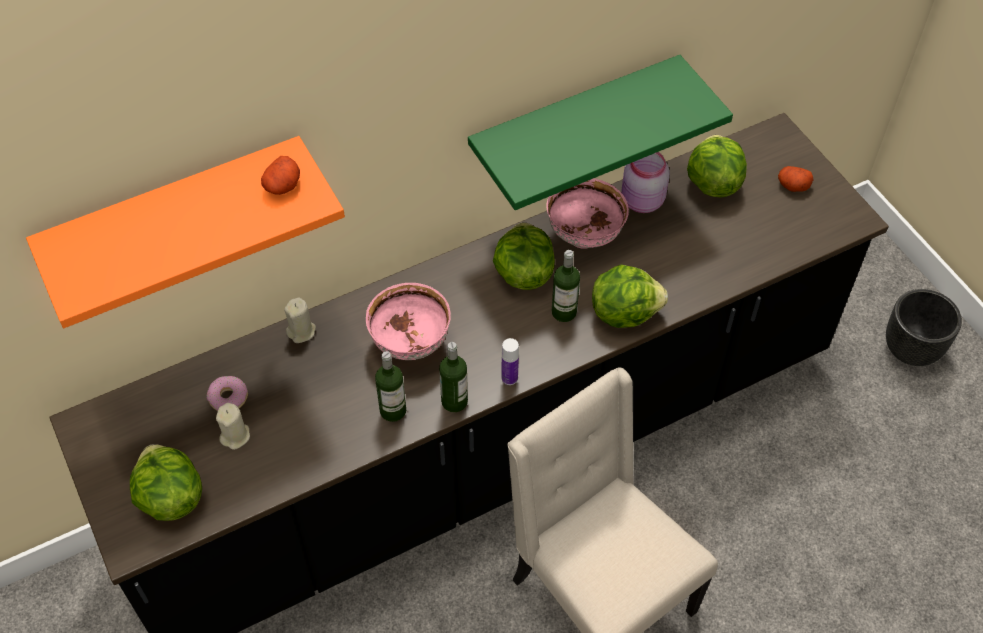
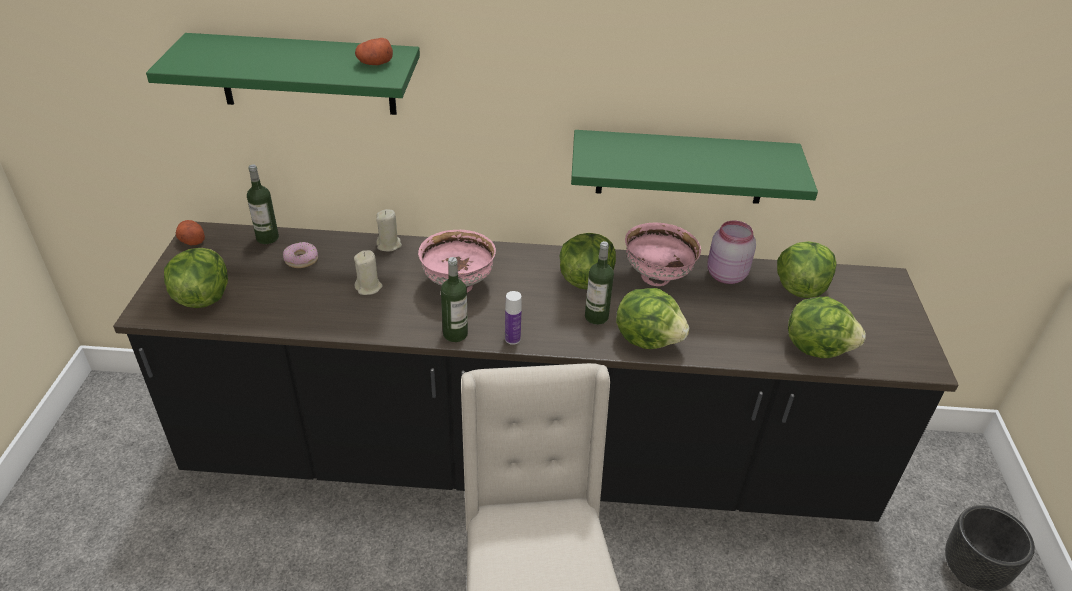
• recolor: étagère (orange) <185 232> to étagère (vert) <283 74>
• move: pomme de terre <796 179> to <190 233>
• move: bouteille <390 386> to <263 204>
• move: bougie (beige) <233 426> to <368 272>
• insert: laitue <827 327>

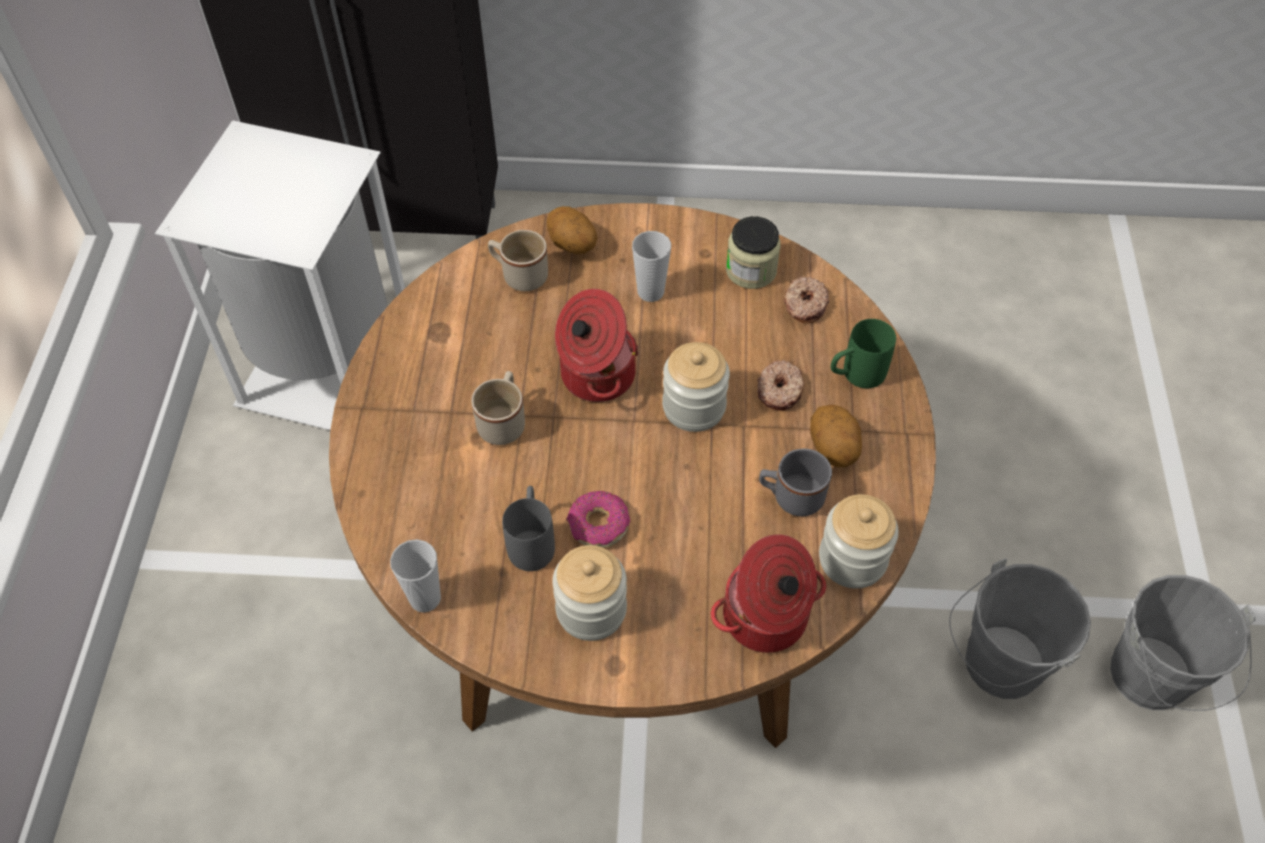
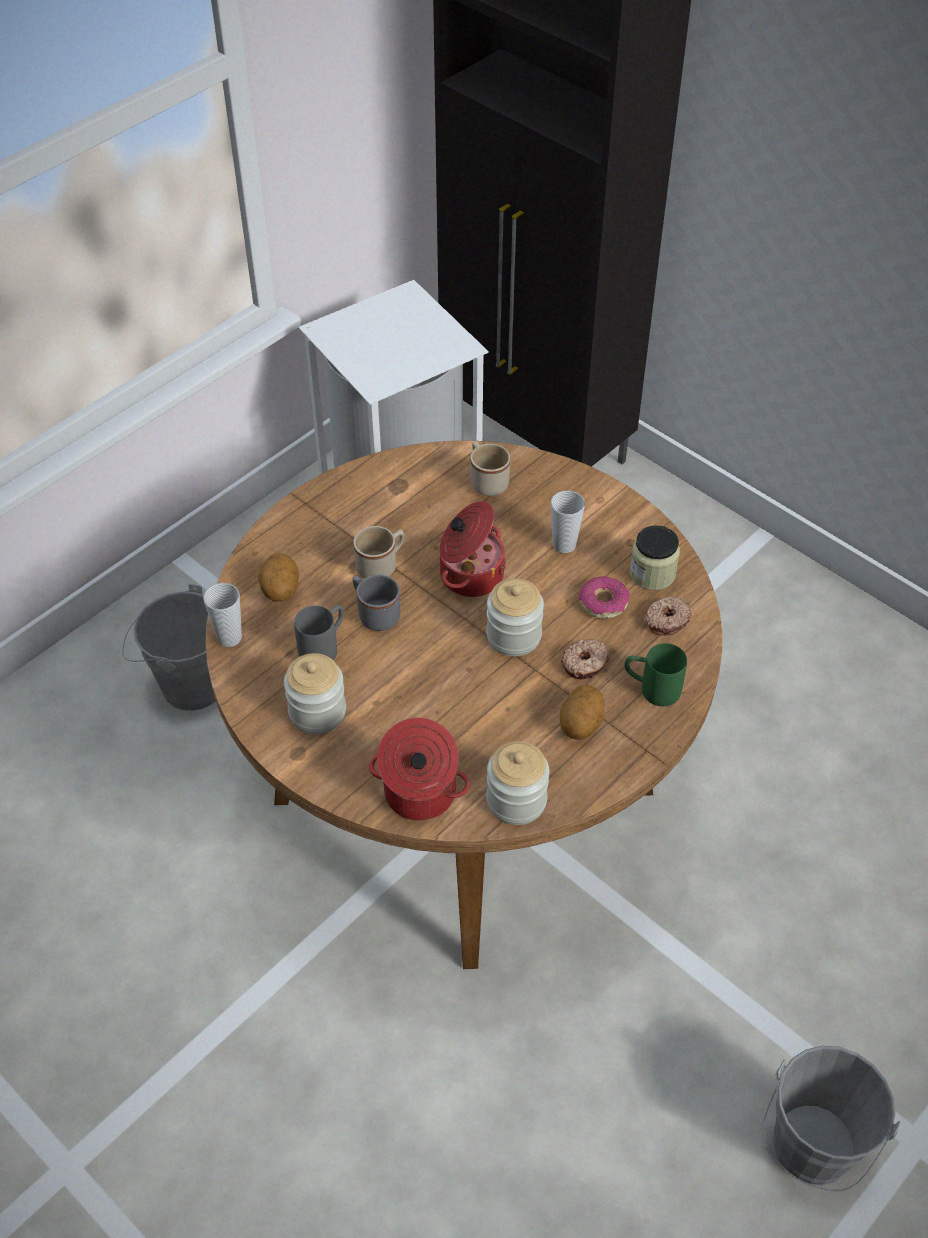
• move: pomme de terre <572 230> to <278 577>
• move: mug (gris) <795 482> to <376 603>
• move: beignet <599 519> to <604 597>
• move: seau (gris) <1020 628> to <169 647>

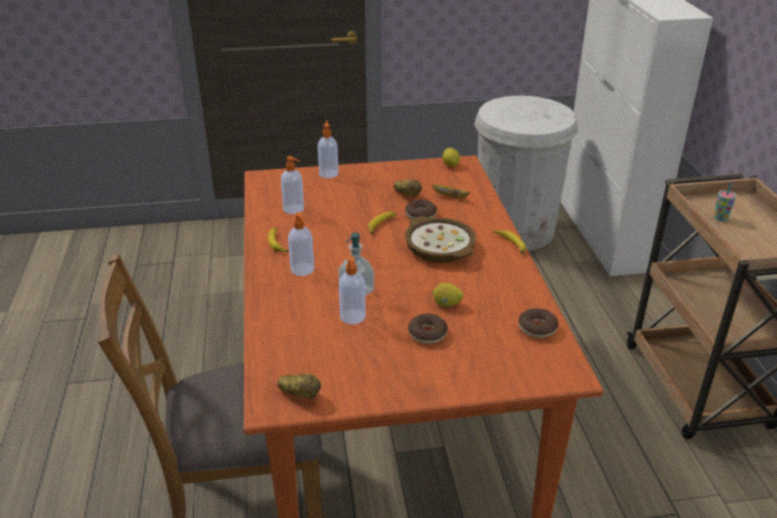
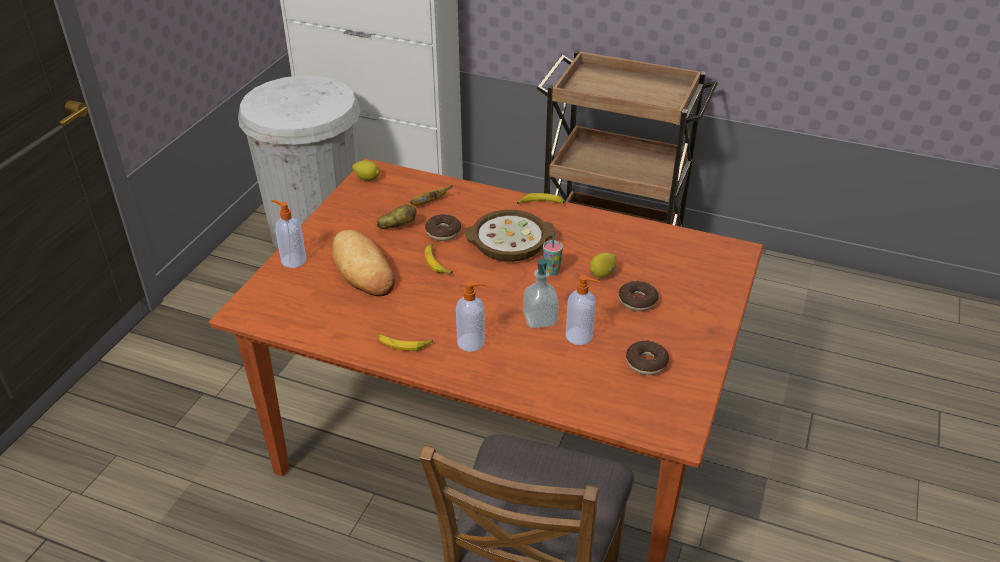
• delete: distributeur de savon <292 185>
• move: tasse <725 201> to <553 254>
• move: beignet <538 323> to <647 357>
• delete: pomme de terre <299 386>
• insert: pain <363 263>

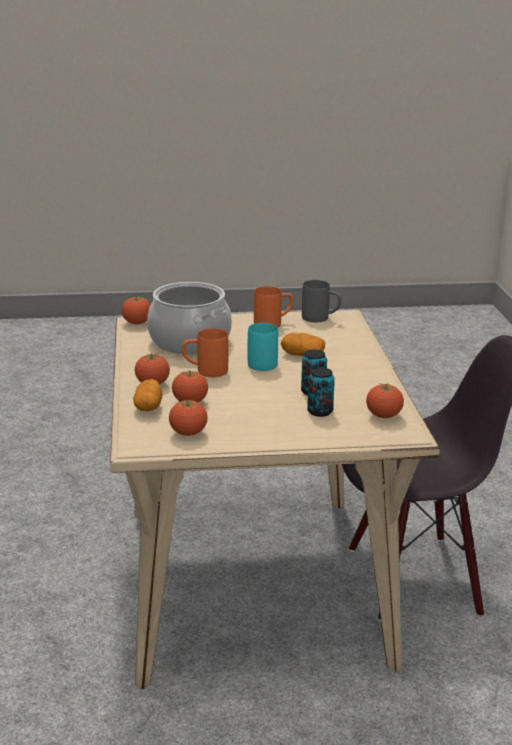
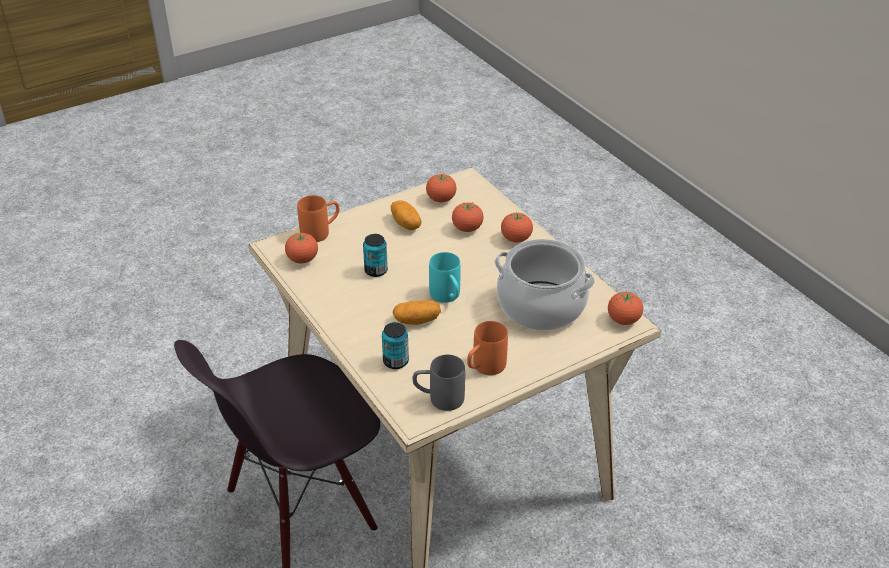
• move: mug (orange) <205 352> to <318 218>
• move: boîte métallique <321 392> to <395 345>
• move: pomme de terre <147 395> to <406 215>

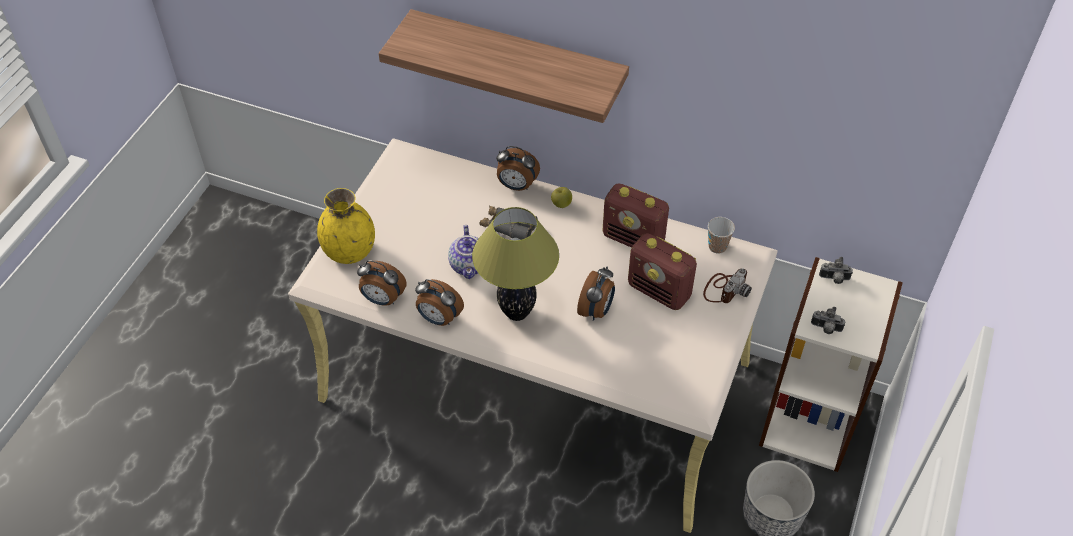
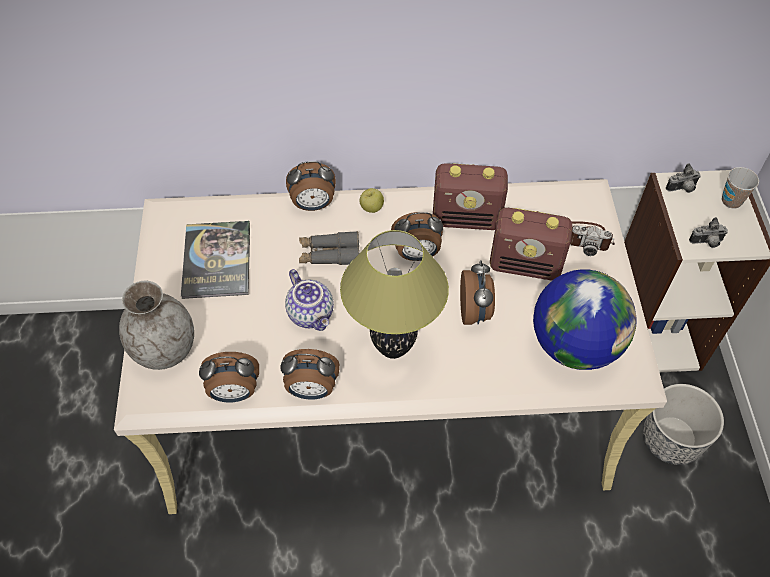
• delete: étagère <504 66>
• recolor: vase (jaune) <346 226> to vase (gris) <156 325>
• move: tasse <721 235> to <740 188>
• rotate: appareil photo <727 285> = <592 238> 90 degrees clockwise
• insert: réveil <417 236>
• insert: livre <215 260>
• insert: globe <585 319>

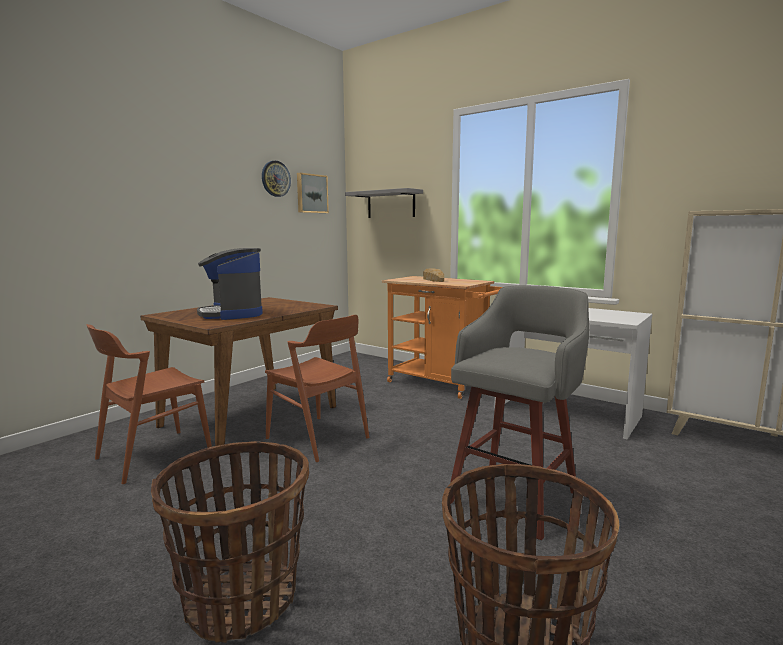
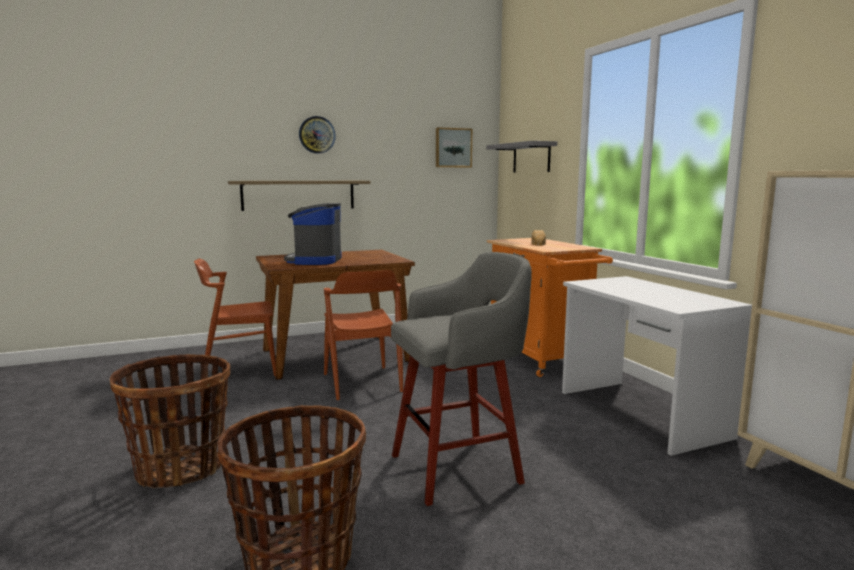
• move: horloge murale <276 179> to <317 135>
• insert: étagère <299 196>

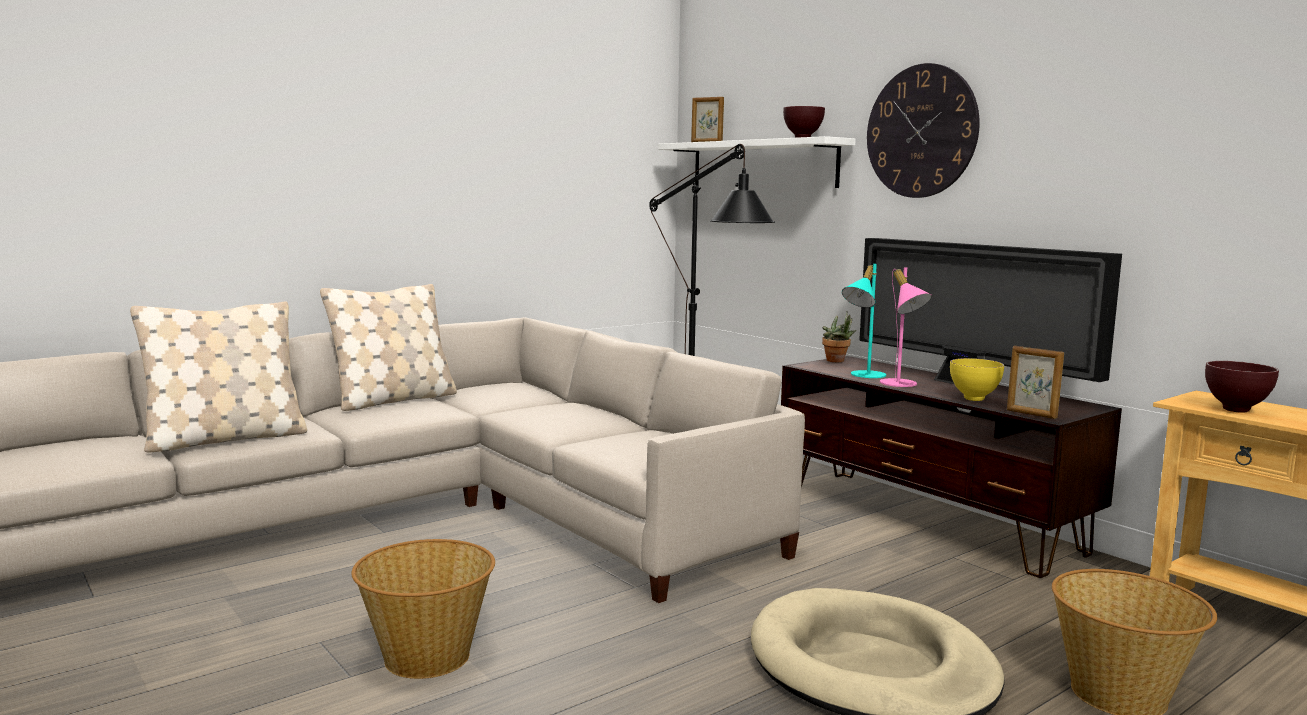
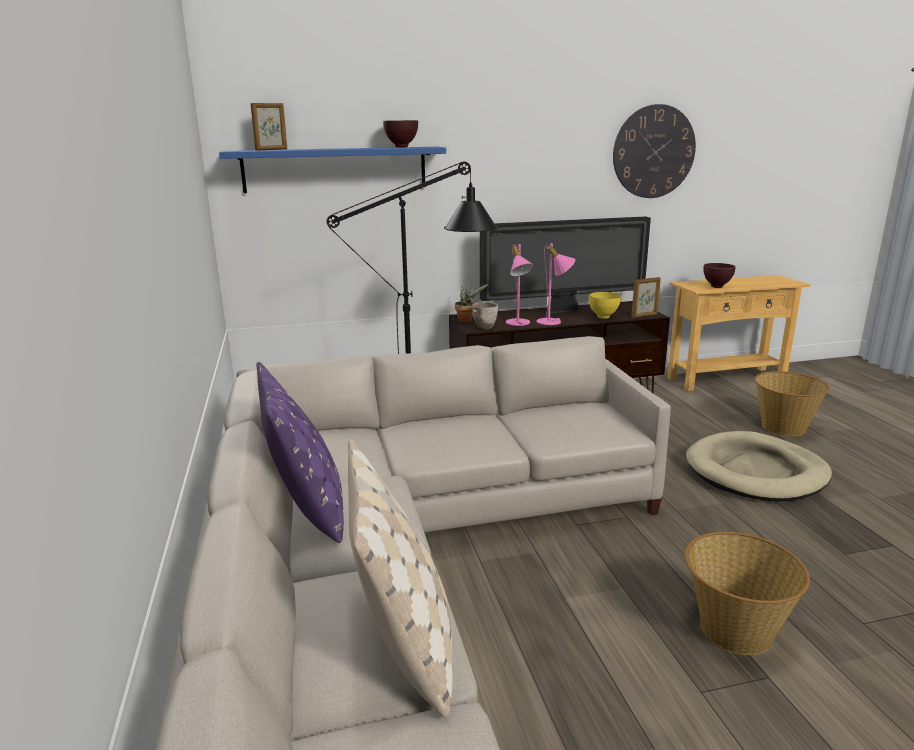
• move: horloge murale <923 130> to <654 151>
• recolor: étagère (blanc) <757 162> to étagère (bleu) <332 170>
• recolor: lampe de table (turquoise) <864 321> to lampe de table (rose) <520 285>
• recolor: coussin (beige) <388 347> to coussin (violet) <300 452>
• insert: bol <485 315>

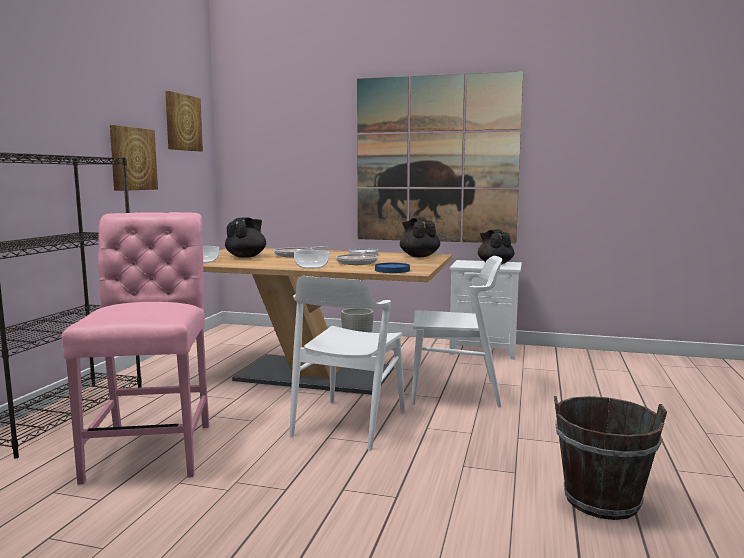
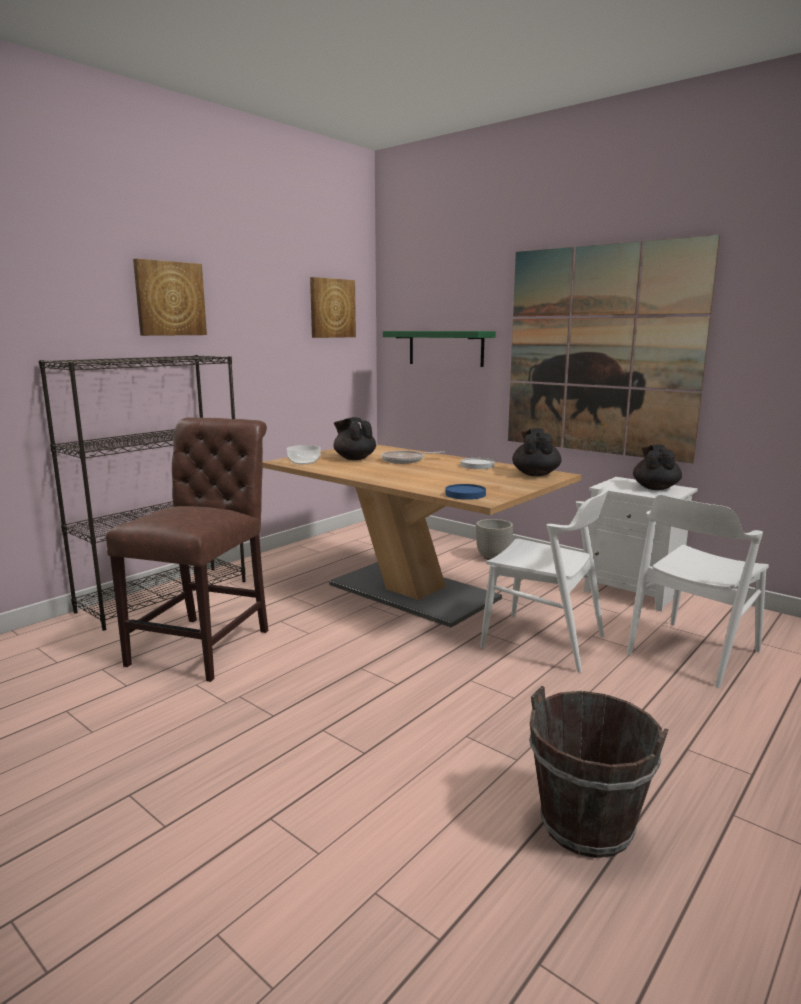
• move: tableau <134 158> to <170 297>
• recolor: chaise (rose) <135 348> to chaise (marron) <187 549>
• rotate: théière (noir) <245 238> = <354 438> 90 degrees counterclockwise
• delete: bol <311 259>
• delete: poêle <357 257>
• move: chaise (blanc) <347 363> to <698 591>
• insert: étagère (vert) <439 349>

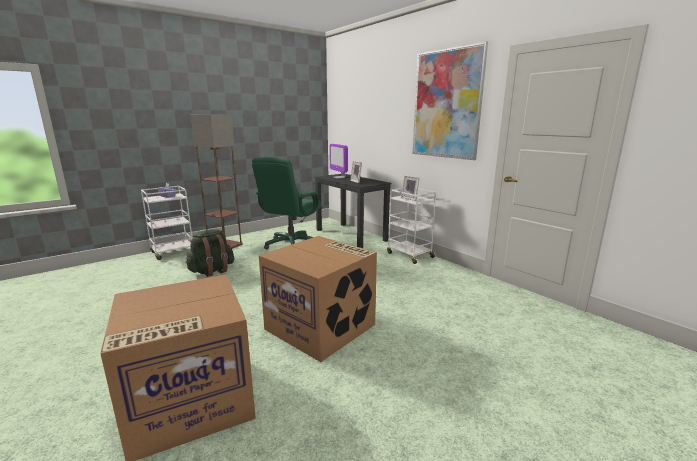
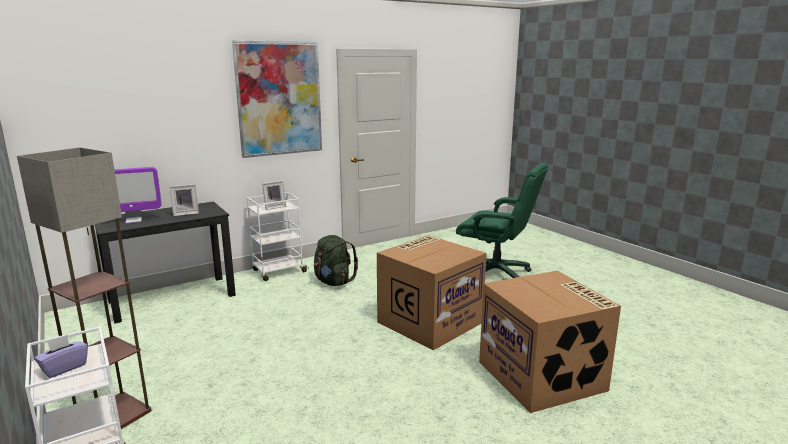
• move: chaise de bureau (vert) <286 203> to <502 220>
• move: sac à dos (vert) <209 253> to <336 260>

